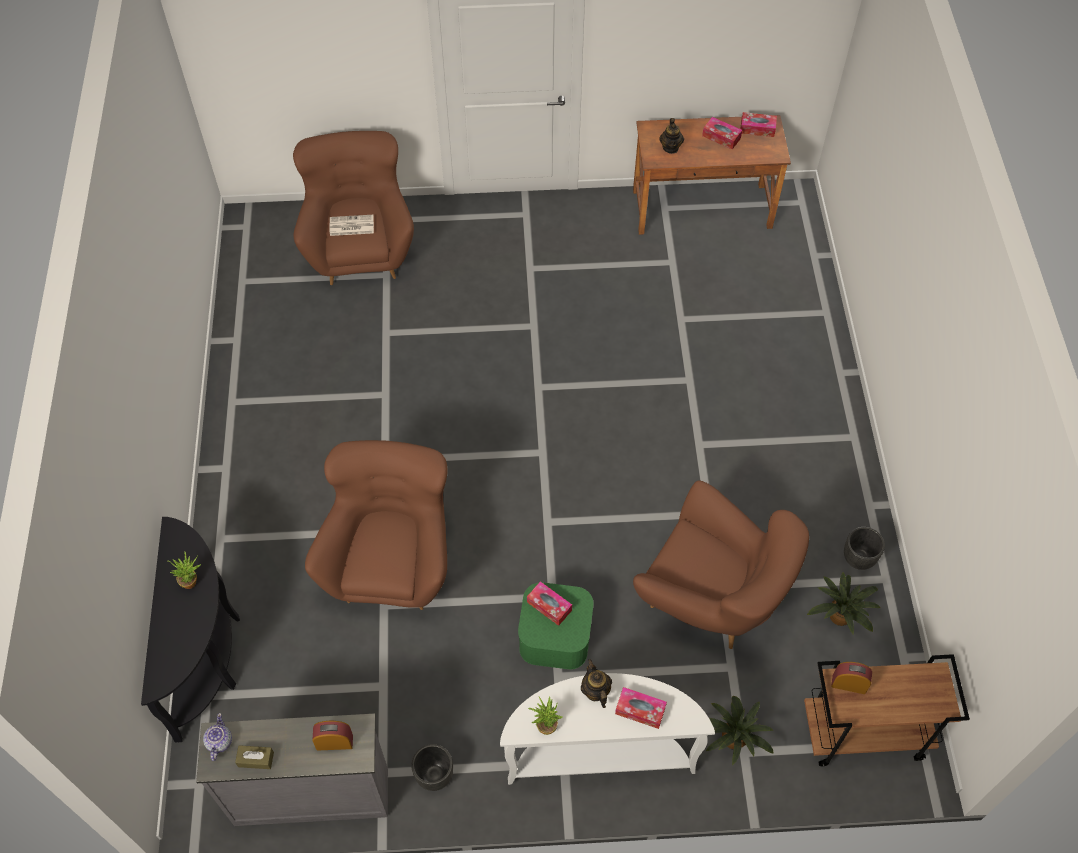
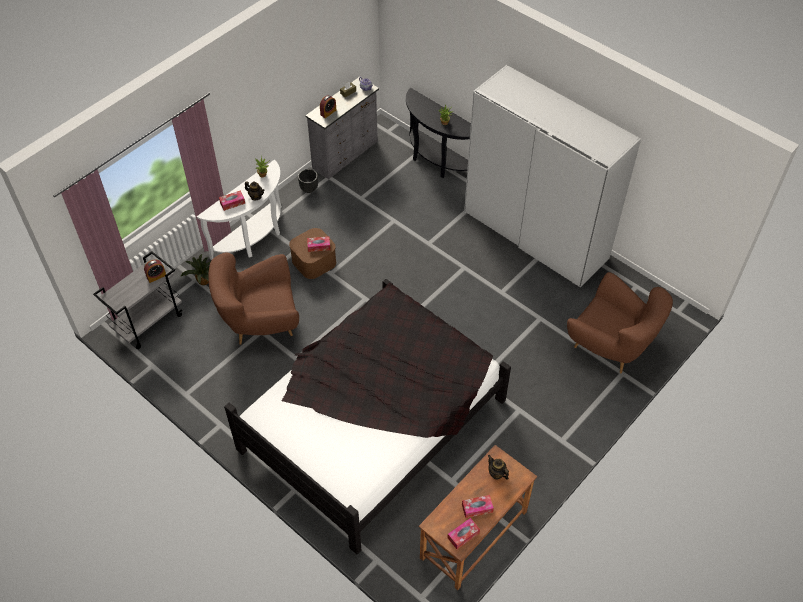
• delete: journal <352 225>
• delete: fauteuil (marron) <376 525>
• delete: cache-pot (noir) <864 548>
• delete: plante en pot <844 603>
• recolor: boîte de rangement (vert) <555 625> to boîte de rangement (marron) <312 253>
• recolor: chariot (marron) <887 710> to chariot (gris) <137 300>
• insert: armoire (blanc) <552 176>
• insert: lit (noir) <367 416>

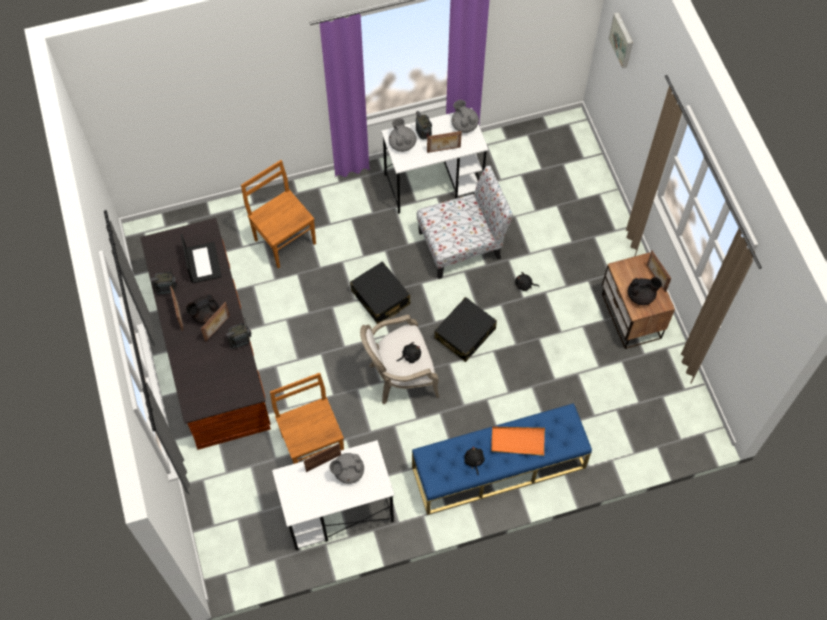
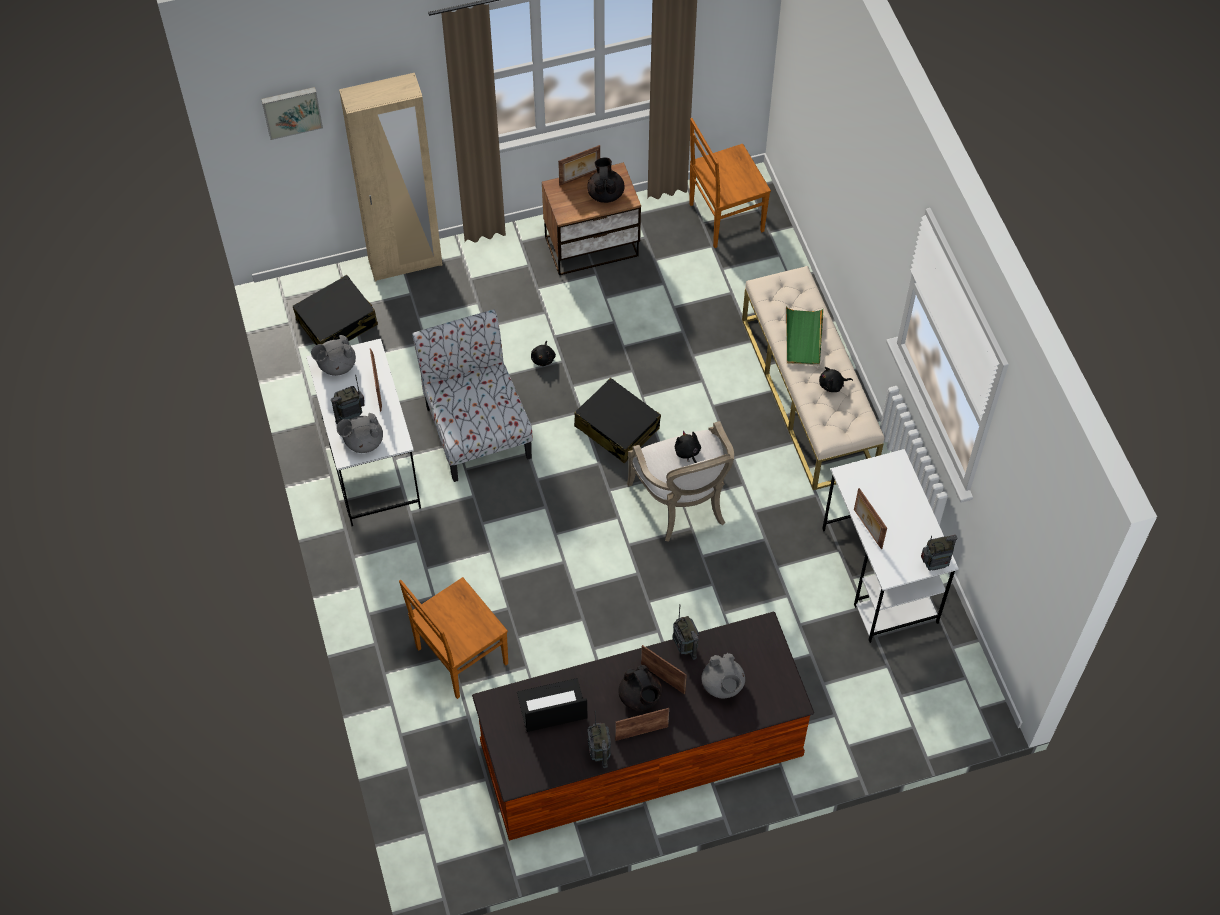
• move: valise (noir) <380 292> to <335 310>
• move: chaise (marron) <307 418> to <730 183>
• recolor: banc (bleu) <502 459> to banc (beige) <813 378>
• recolor: plateau (orange) <518 441> to plateau (vert) <805 335>
• move: théière (gris) <346 468> to <723 675>
• insert: armoire (beige) <390 177>
• insert: radio <939 553>

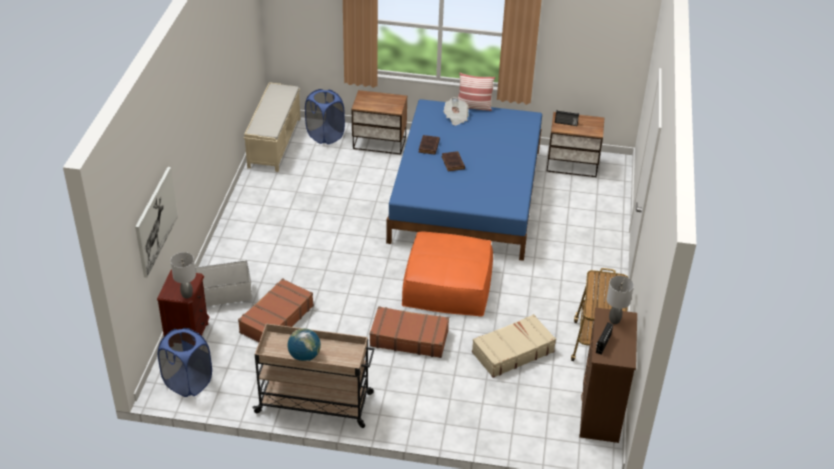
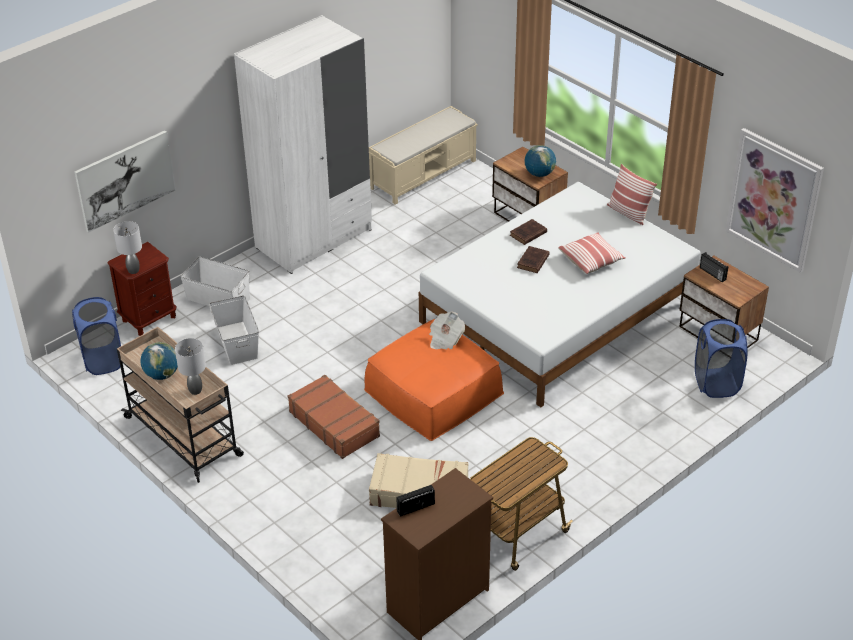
• move: panier à linge (bleu) <325 116> to <721 358>
• move: journal <456 111> to <447 331>
• recolor: lit (bleu) <464 180> to lit (blanc) <560 294>
• move: lampe de table (gris) <620 300> to <190 366>
• replace: valise (marron) <276 310> to boîte de rangement (blanc) <234 330>
• insert: armoire (blanc) <303 144>
• insert: tableau <775 200>
• insert: globe <540 161>
• insert: coussin <592 253>

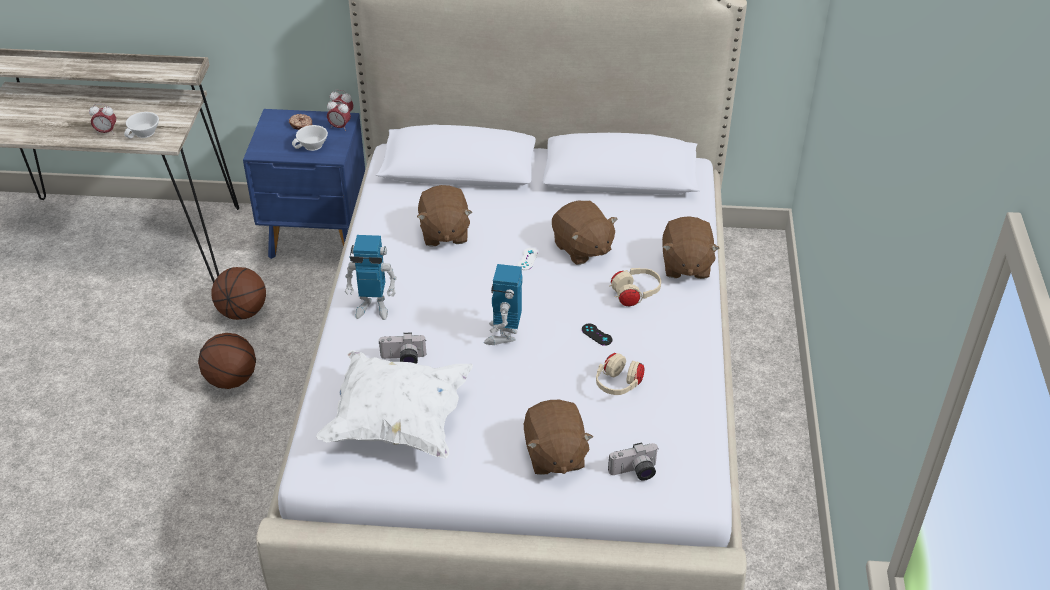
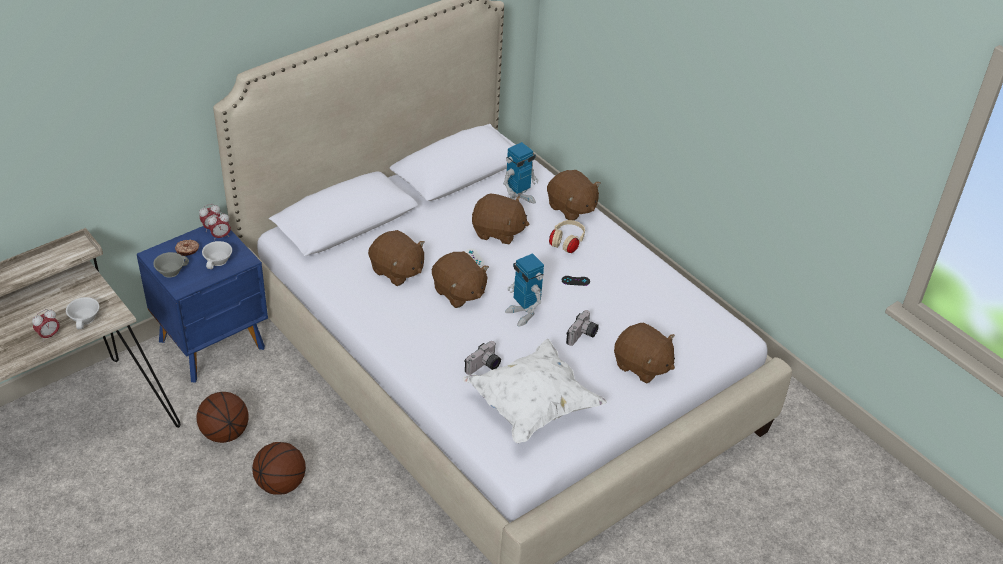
• move: robot jouet <371 277> to <520 172>
• delete: casque audio (beige) <620 374>
• move: appareil photo <633 462> to <582 328>
• insert: peluche (marron) <460 279>
• insert: tasse (gris) <171 265>

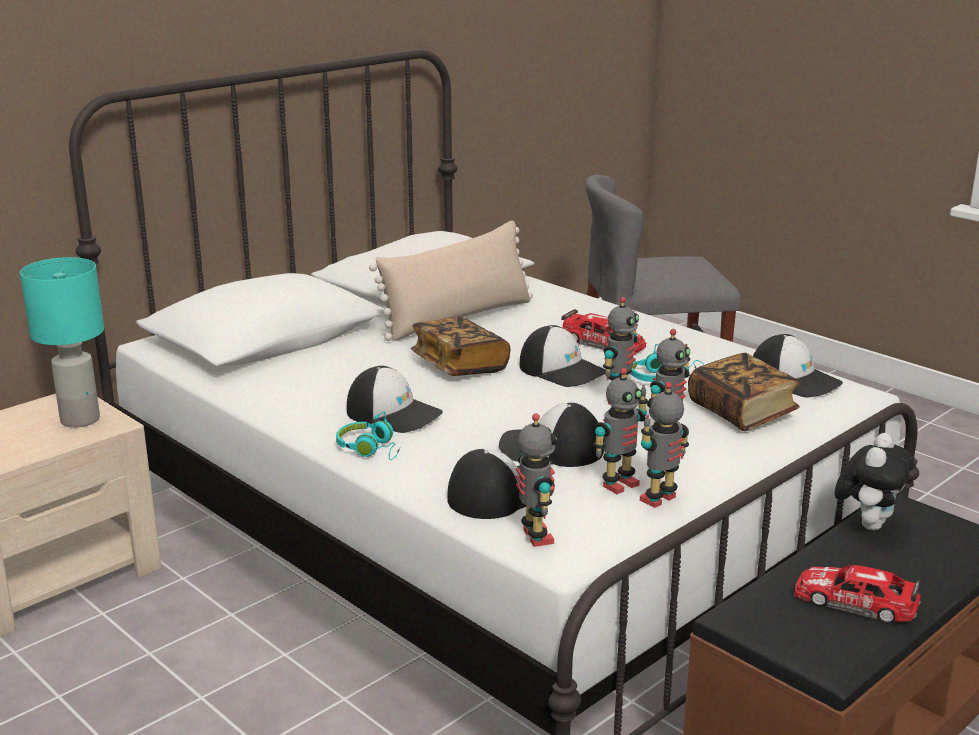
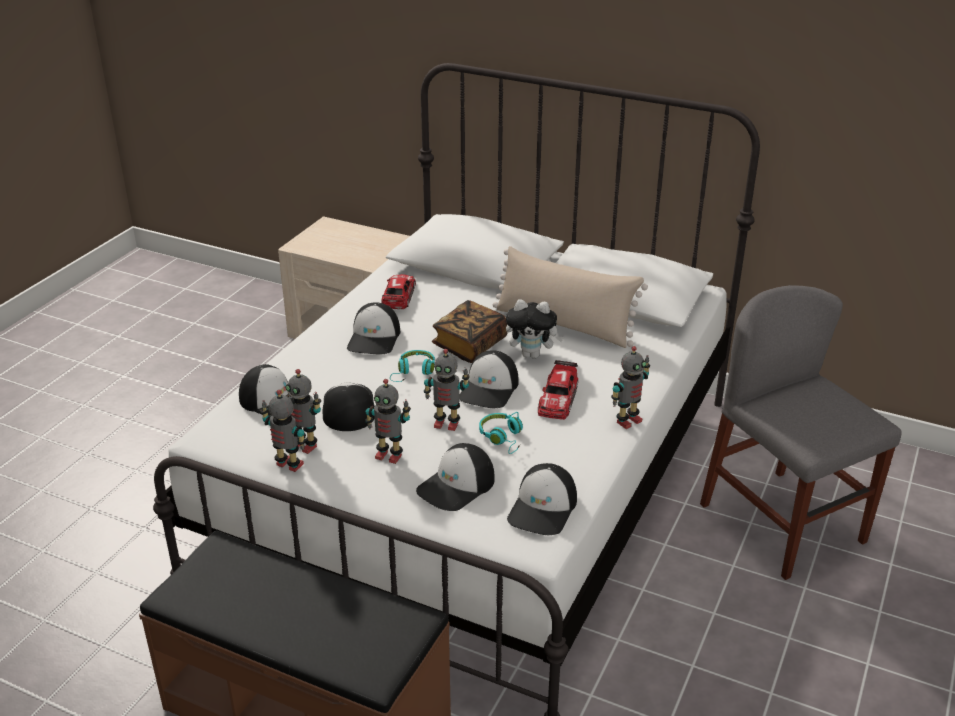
• delete: lampe de table (turquoise) <62 342>
• replace: livre <744 392> to casquette <455 477>
• move: casque audio (turquoise) <368 436> to <412 366>
• move: robot jouet <536 480> to <630 387>
• move: peluche <874 481> to <535 329>
• move: petite voiture <858 594> to <398 292>

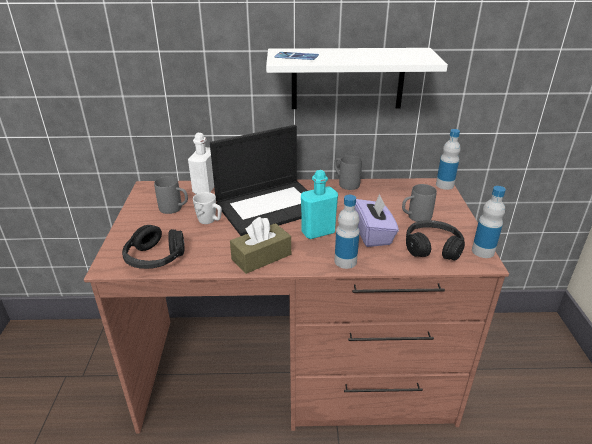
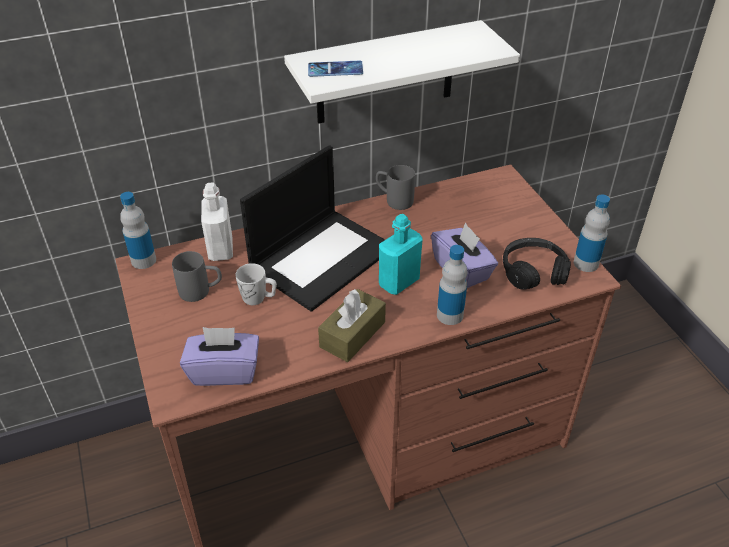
• move: bouteille <448 159> to <138 230>
• delete: mug (gris) <419 203>
• replace: casque audio (noir) <153 247> to boîte à mouchoirs (violet) <219 356>

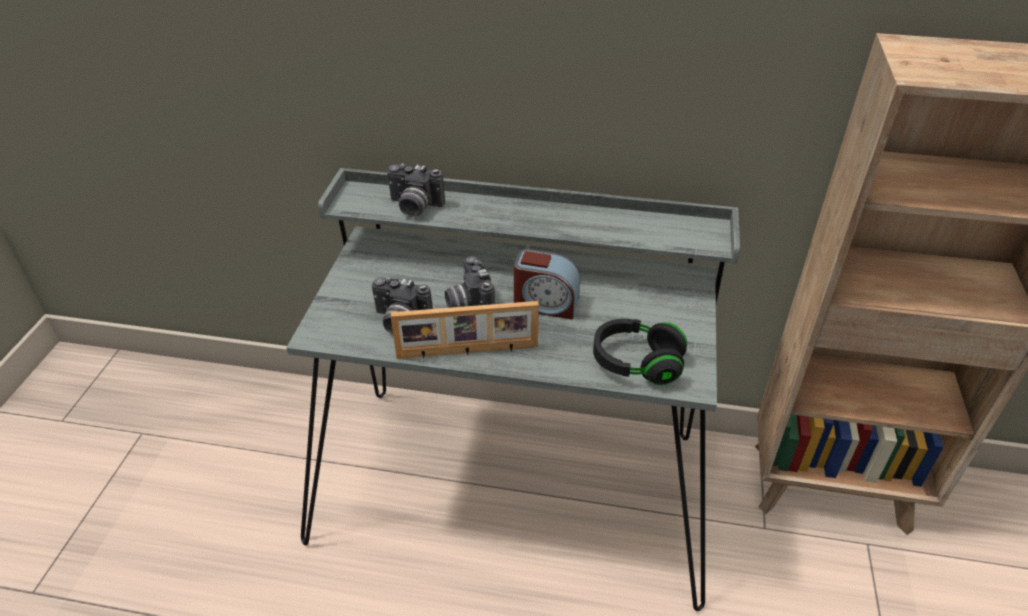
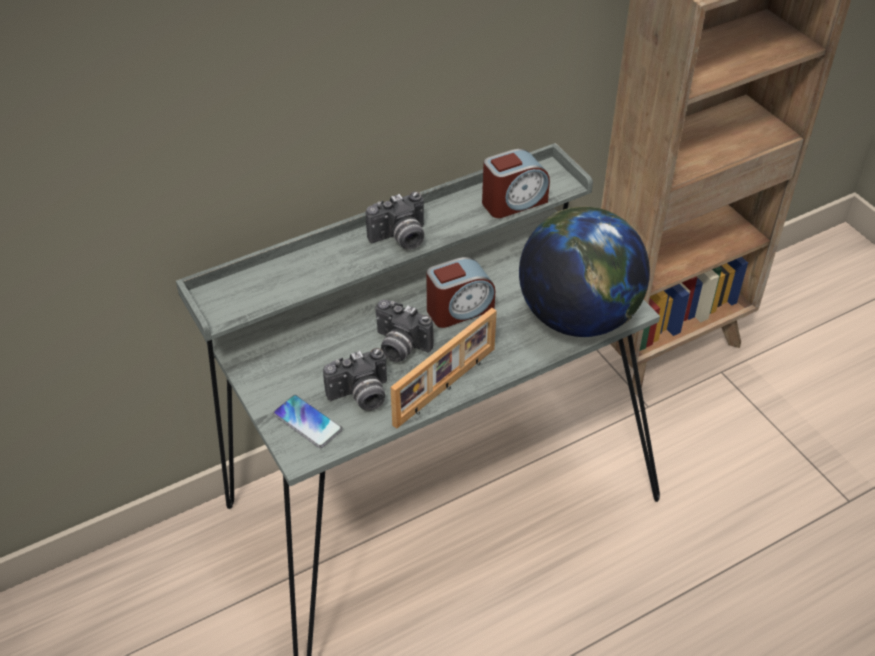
• move: appareil photo <416 190> to <395 220>
• replace: casque audio (noir) <640 352> to globe <584 272>
• insert: réveil <516 183>
• insert: téléphone <307 421>

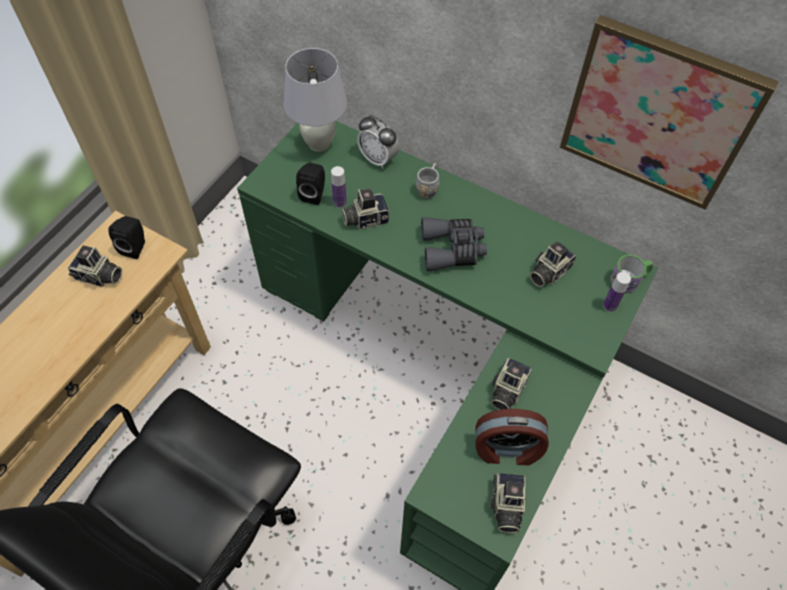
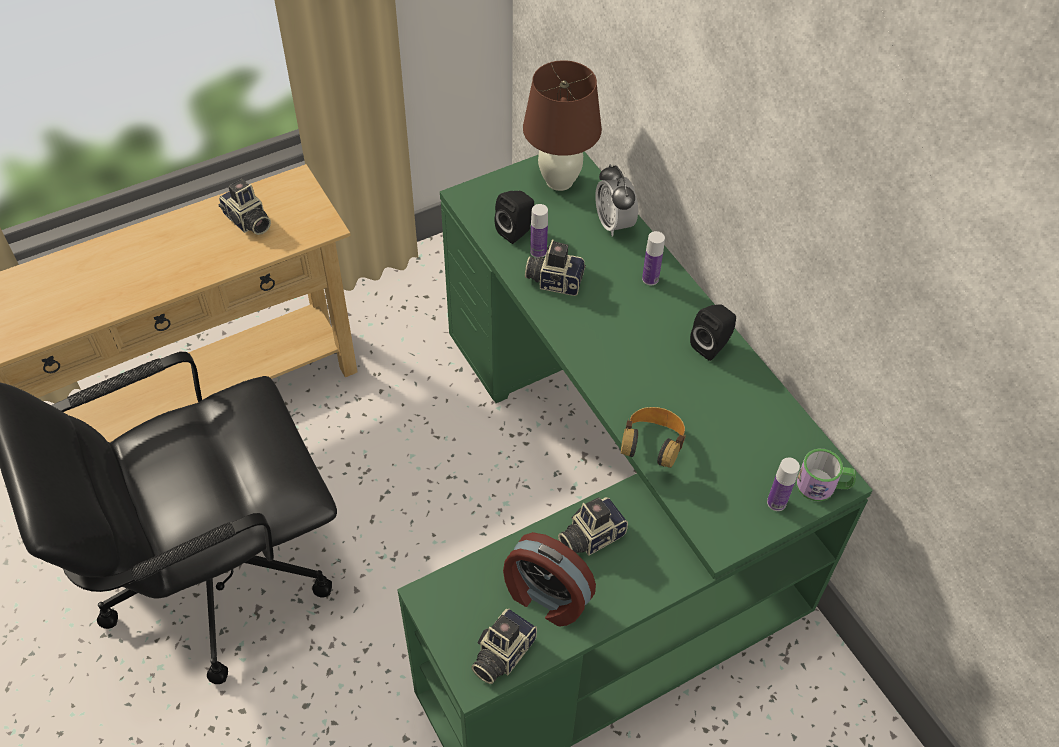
• delete: tableau <669 112>
• recolor: lampe de table (blanc) <315 100> to lampe de table (marron) <562 125>
• replace: mug (gris) <427 181> to bouteille <653 258>
• move: enceinte (noir) <126 237> to <713 332>
• delete: jumelles (gris) <454 244>
• delete: appareil photo <553 264>
• insert: casque audio <653 437>

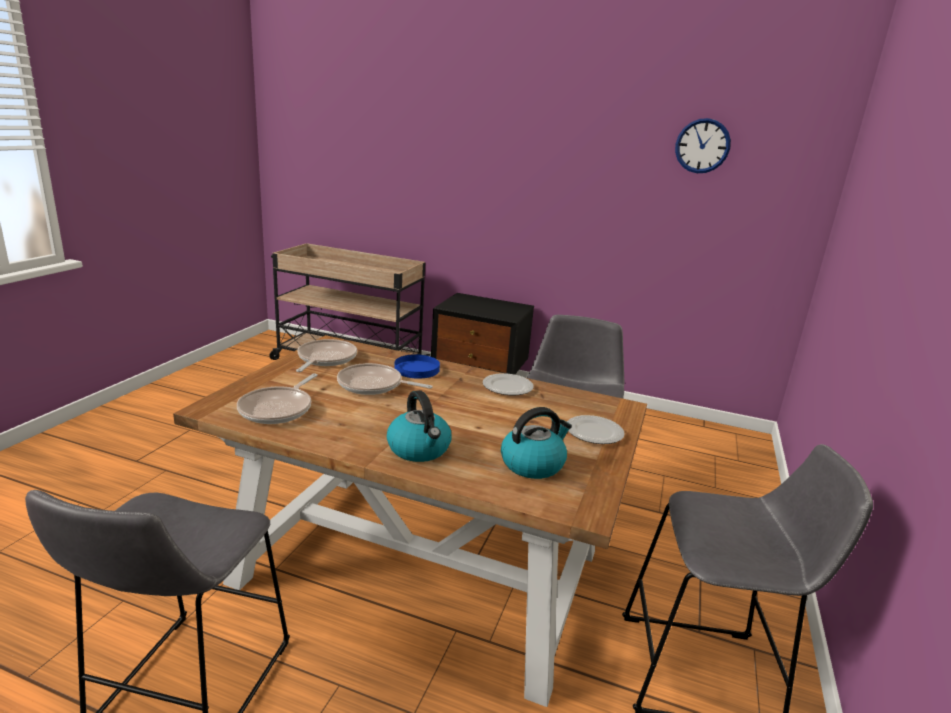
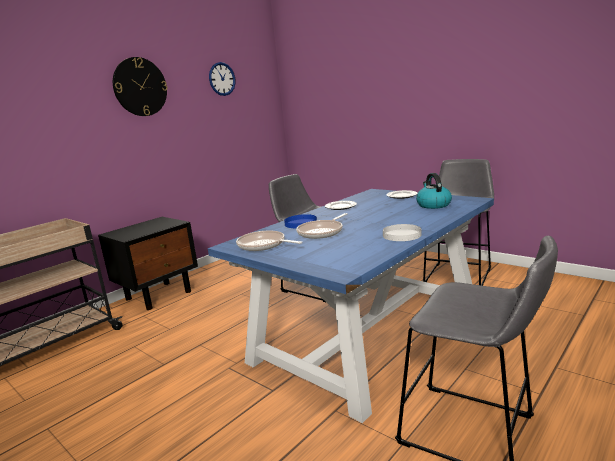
• recolor: table à manger (marron) <410 521> to table à manger (bleu) <351 306>
• delete: poêle <277 399>
• delete: bouilloire <419 426>
• insert: horloge murale <140 86>
• insert: assiette (blanc) <402 232>

